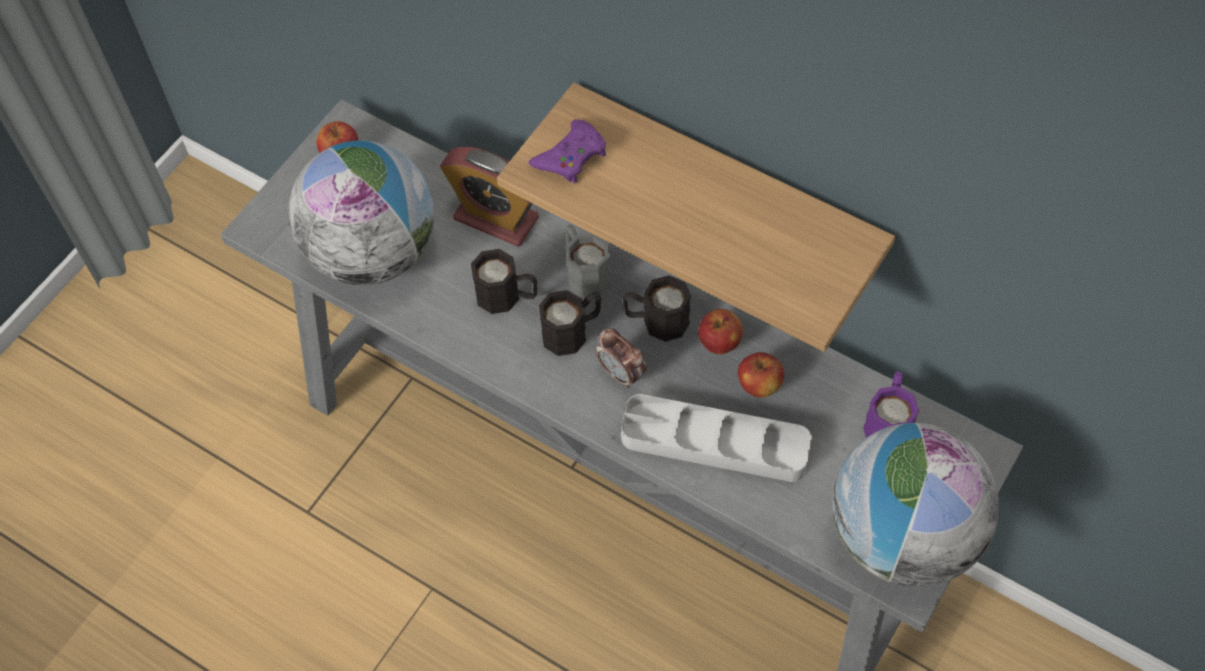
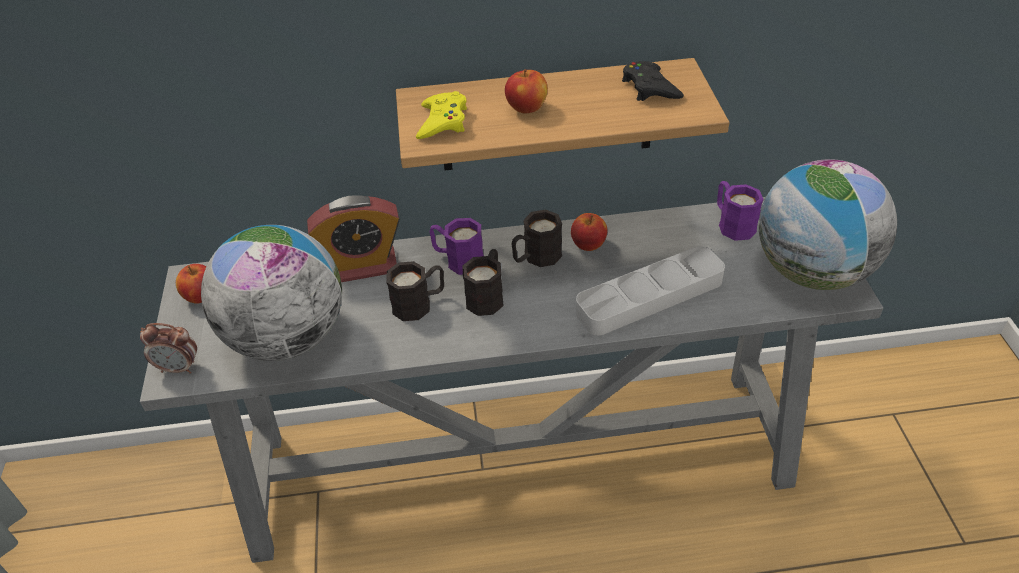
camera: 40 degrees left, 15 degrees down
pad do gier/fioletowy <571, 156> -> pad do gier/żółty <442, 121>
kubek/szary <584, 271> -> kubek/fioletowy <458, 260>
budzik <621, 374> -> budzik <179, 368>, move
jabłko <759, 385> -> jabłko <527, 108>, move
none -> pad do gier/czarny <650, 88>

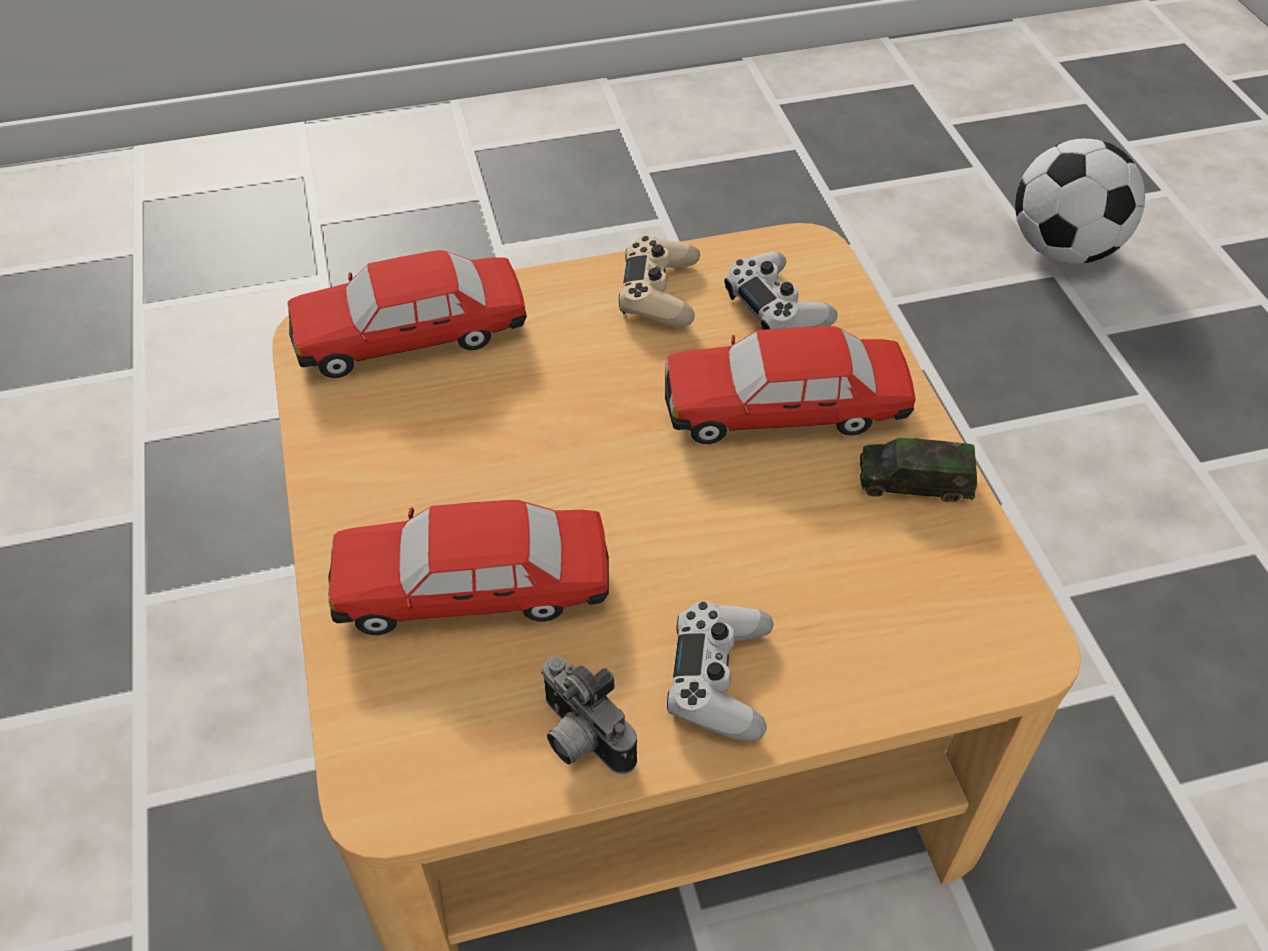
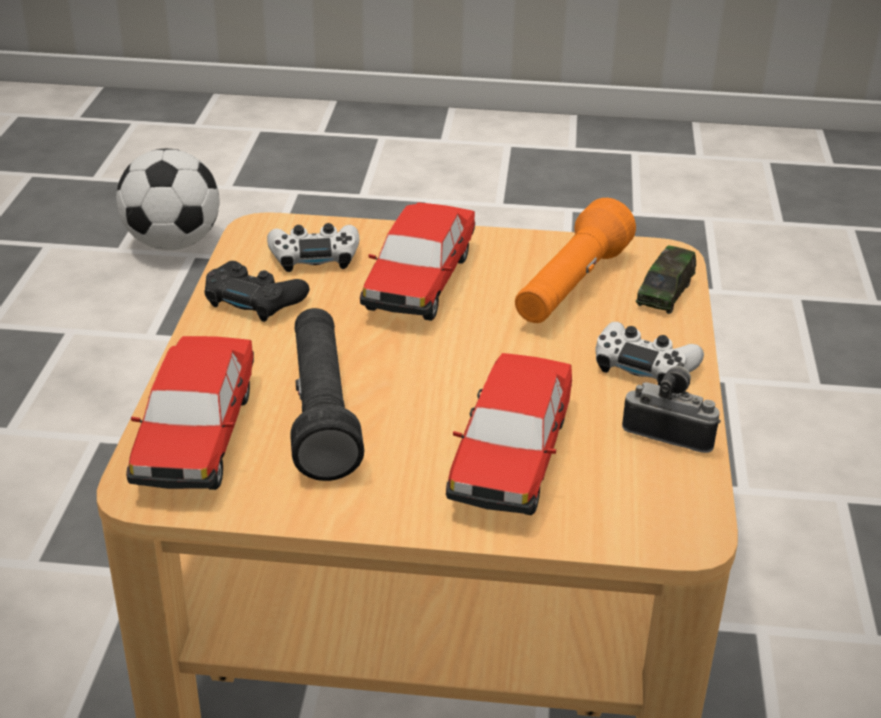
camera: 70 degrees left, 15 degrees down
aparat fotograficzny <580, 738> -> aparat fotograficzny <669, 433>, 135 degrees counterclockwise
pad do gier/beżowy <659, 293> -> pad do gier/czarny <254, 300>
samochodzik <914, 482> -> samochodzik <665, 293>, move
none -> latarka/czarny <321, 411>
none -> latarka/pomarańczowy <570, 287>

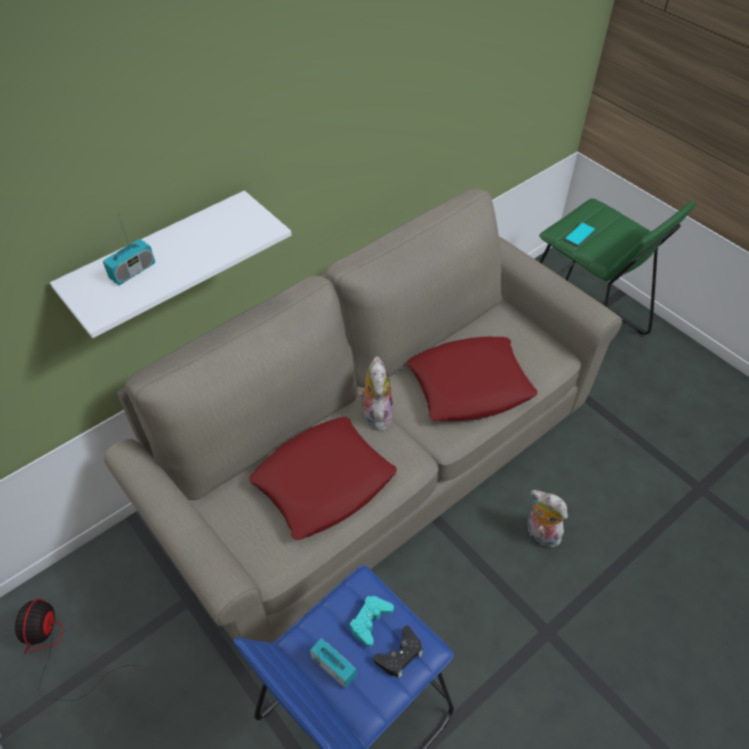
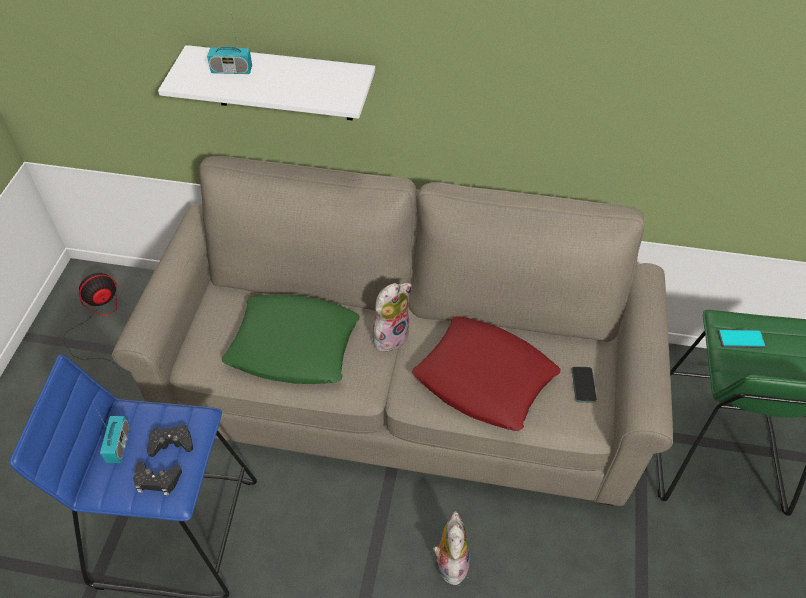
camera: 50 degrees right, 0 degrees up
poduszka/czerwony <323, 482> -> poduszka/zielony <293, 346>
pad do gier/turkusowy <370, 621> -> pad do gier/czarny <171, 443>
none -> telefon <583, 385>

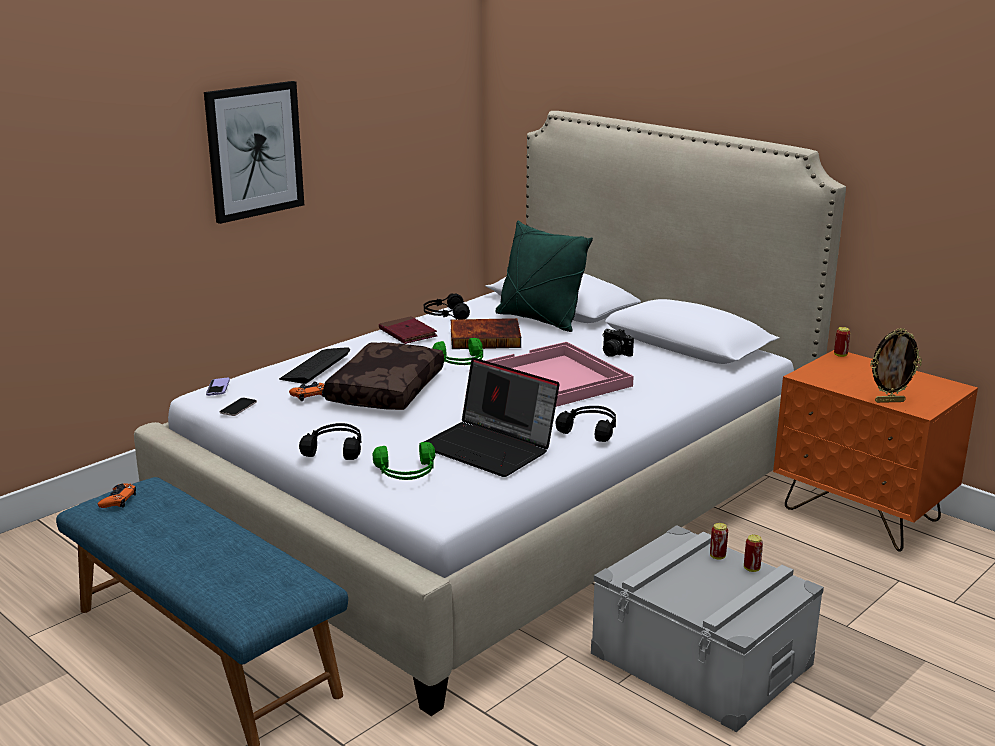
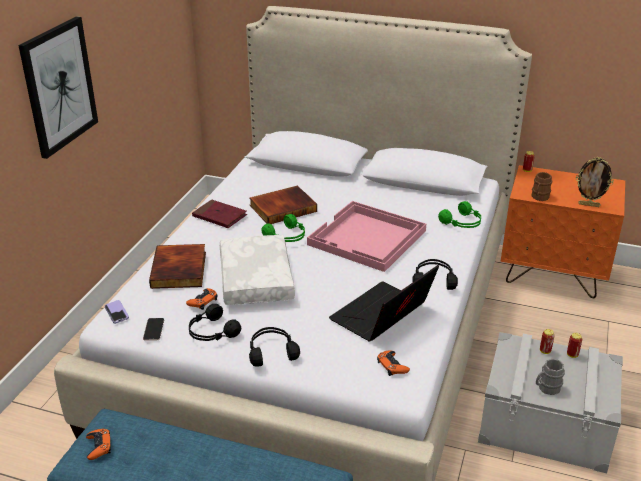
camera: 25 degrees left, 10 degrees up
klawiatura <315, 366> -> książka <180, 270>
poduszka/brązowy <385, 389> -> poduszka/biały <254, 279>
słuchawki/zielony <406, 473> -> słuchawki/zielony <462, 223>, move
słuchawki/czarny <445, 315> -> słuchawki/czarny <211, 332>, move
laptop <491, 448> -> laptop <382, 316>, 120 degrees clockwise
poduszka/zielony <539, 320> -> none
aparat fotograficzny <614, 353> -> none
ramka na zdjęcie <889, 401> -> ramka na zdjęcie <589, 205>, 45 degrees clockwise
none -> pad do gier/pomarańczowy <392, 366>
none -> kubek/brązowy <539, 197>
none -> kubek/szary <546, 388>

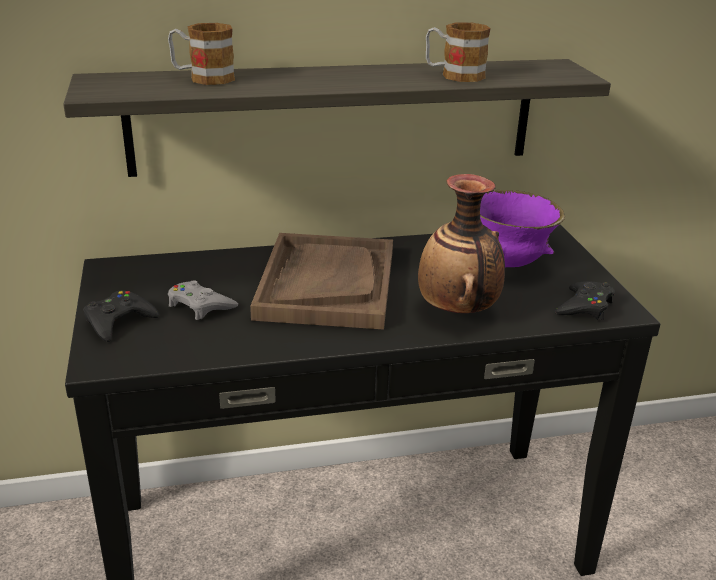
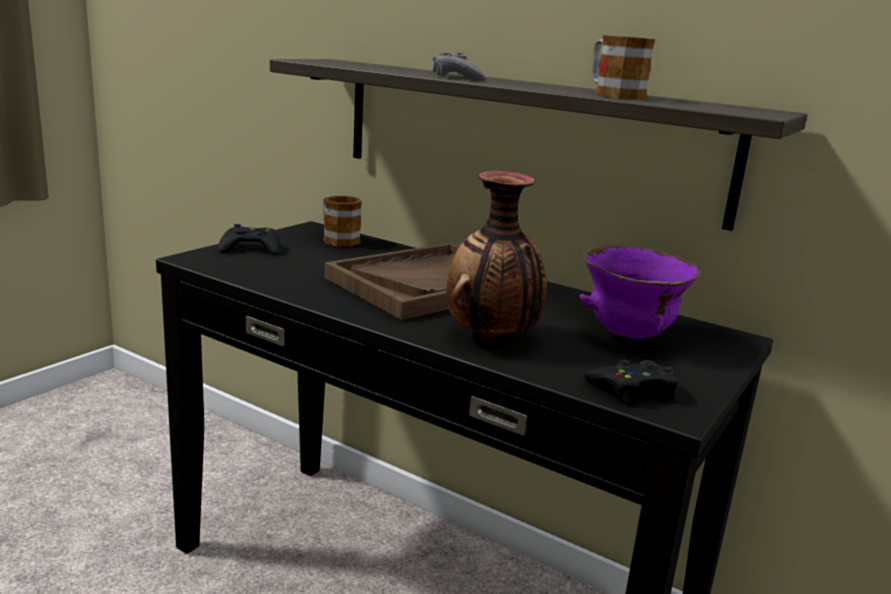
camera: 45 degrees right, 10 degrees down
kubek <203, 78> -> kubek <337, 239>, move
pad do gier/szary <200, 305> -> pad do gier/szary <456, 76>, move

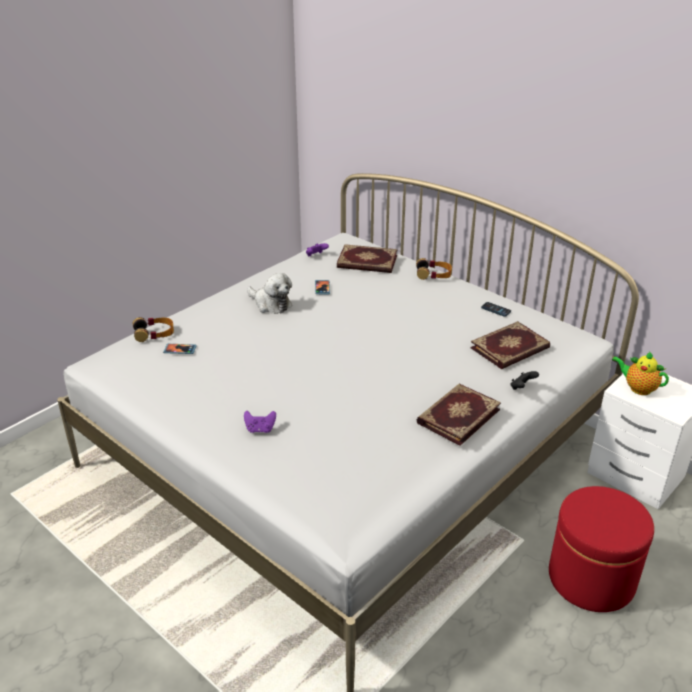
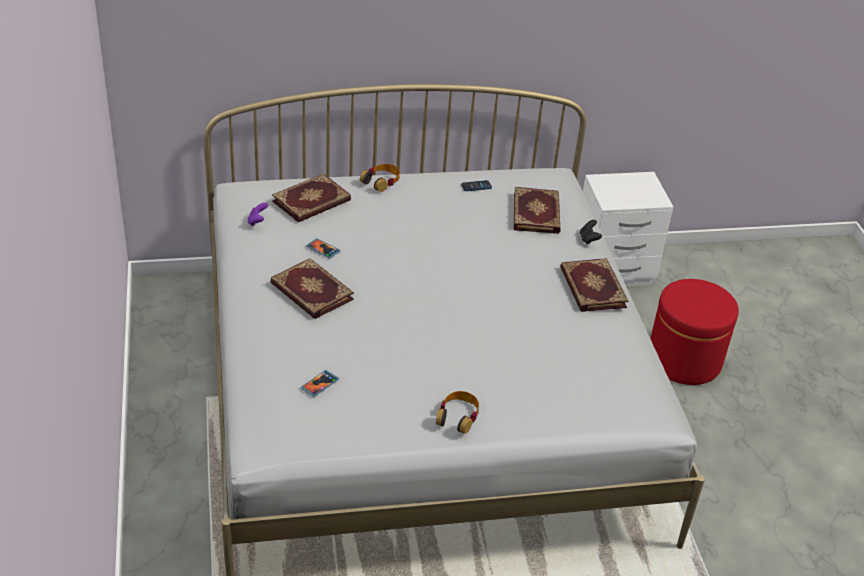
camera: 55 degrees left, 5 degrees up
słuchawki <154, 333> -> słuchawki <458, 416>, move
pad do gier/fioletowy <260, 429> -> none
pluszak <270, 304> -> książka <310, 292>
imbryk <638, 388> -> none

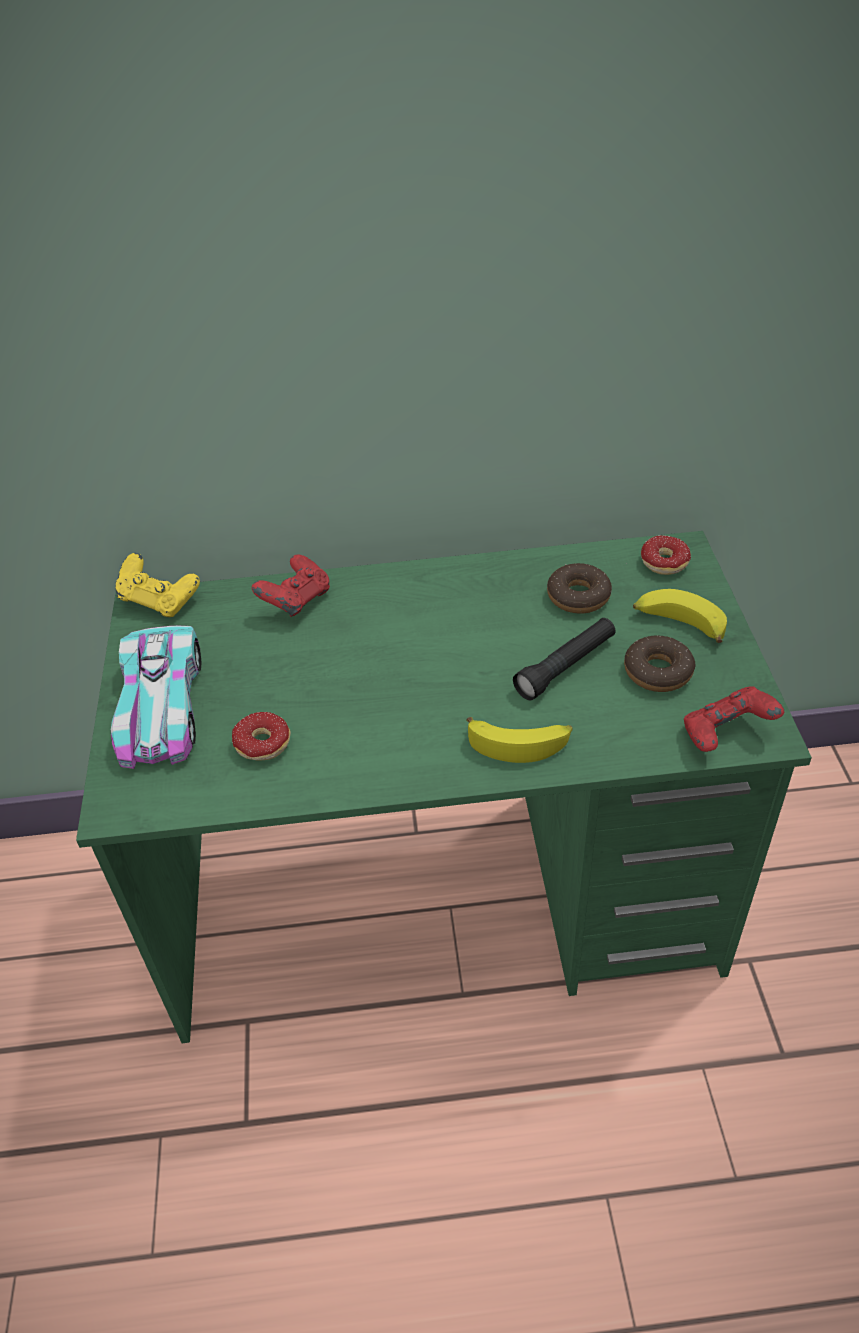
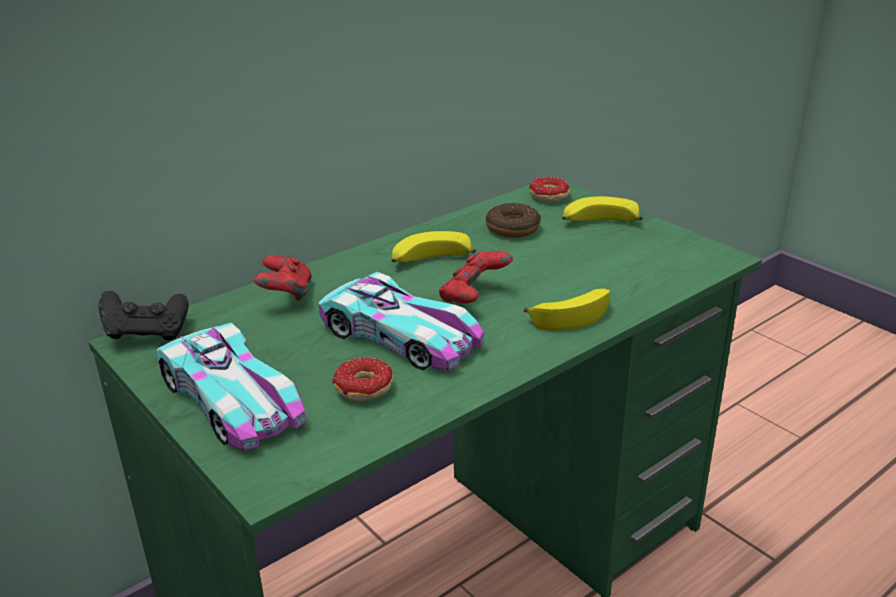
camera: 35 degrees left, 15 degrees down
pad do gier/żółty <160, 601> -> pad do gier/czarny <148, 334>
latarka/czarny <565, 667> -> none
donut <657, 671> -> none
pad do gier/czerwony <726, 735> -> pad do gier/czerwony <474, 297>, move
none -> samochodzik <400, 336>
none -> banan <430, 261>

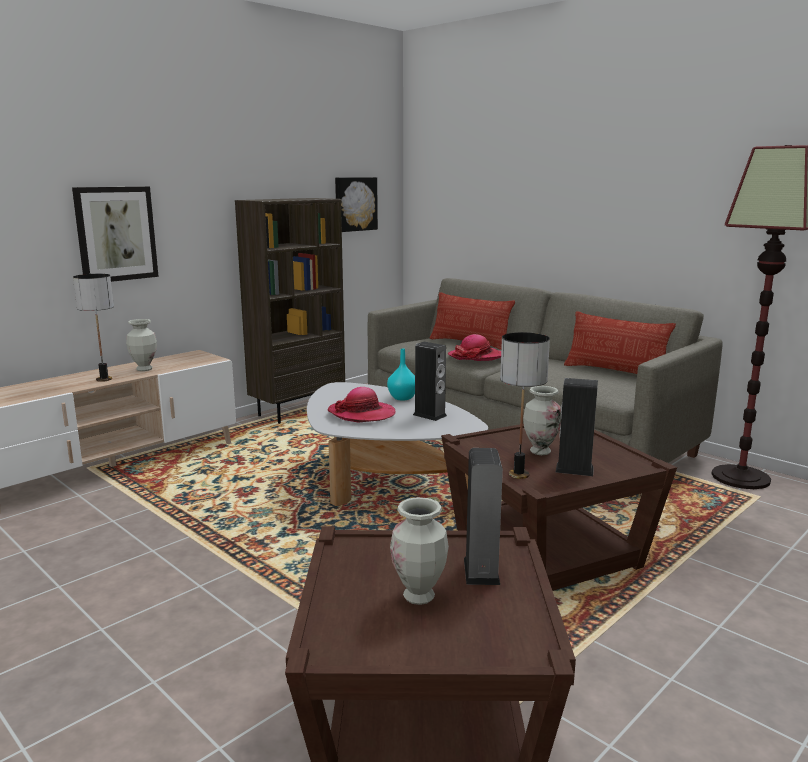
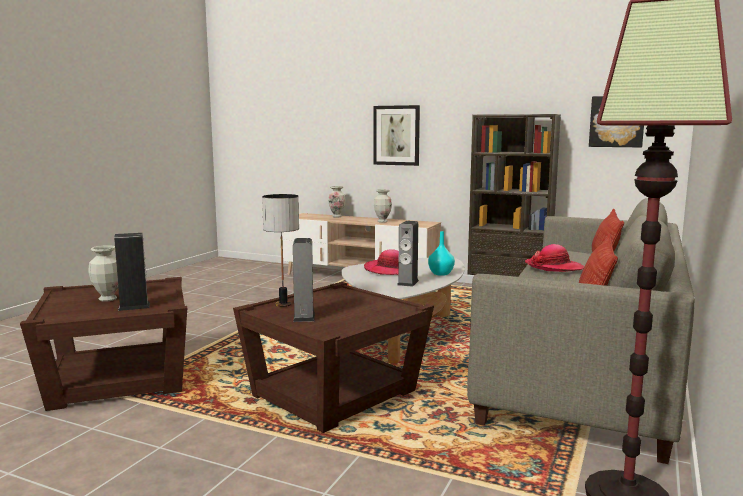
camera: 70 degrees right, 5 degrees down
lampa stołowa <104, 379> -> none
wazon <540, 451> -> wazon <337, 216>, move

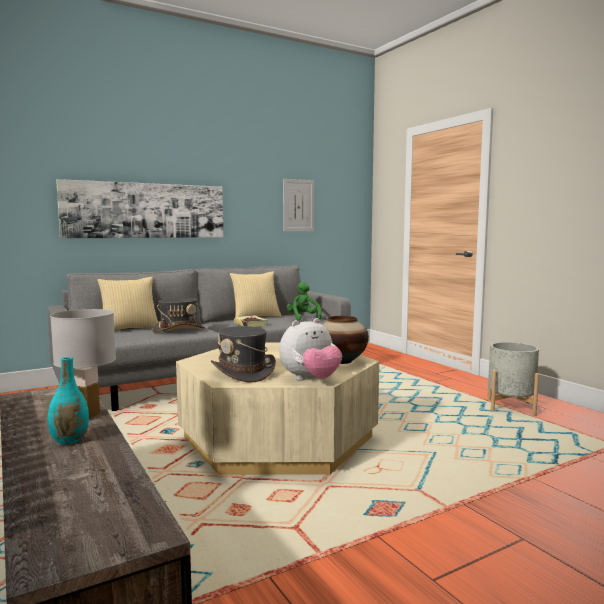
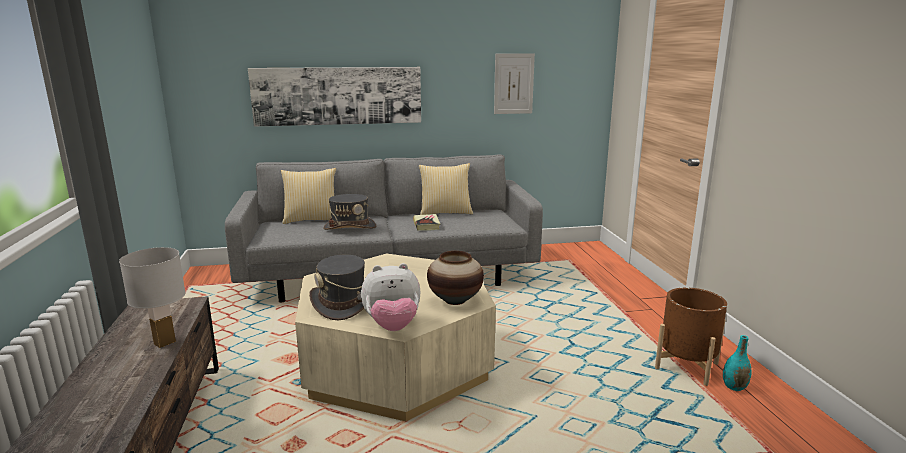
camera: 20 degrees right, 10 degrees up
wazon/turkusowy <69, 440> -> wazon/turkusowy <734, 387>, move
pluszak/zielony <303, 318> -> none
donica/szary <510, 407> -> donica/brązowy <686, 366>

